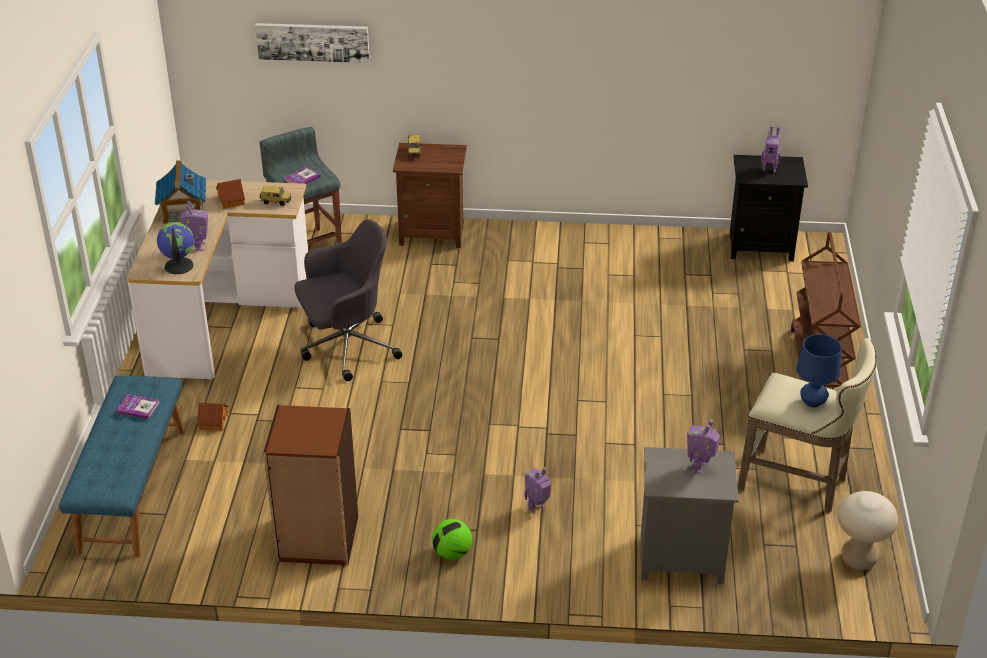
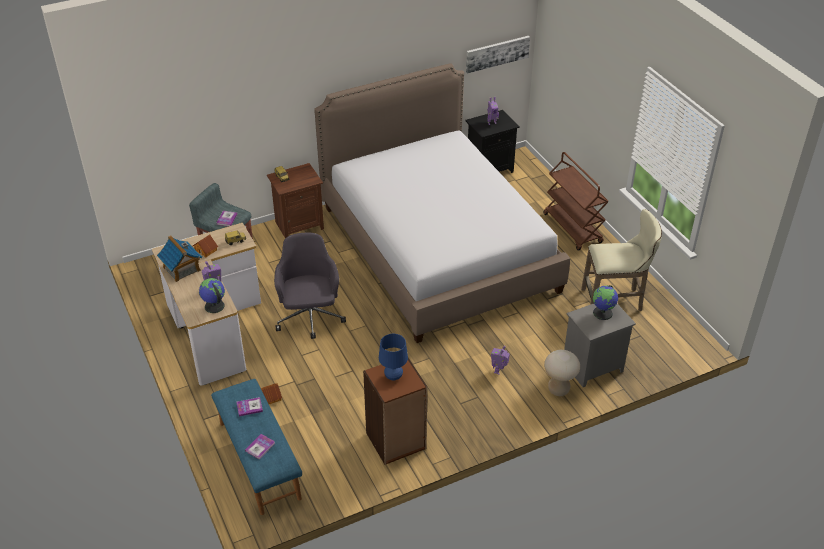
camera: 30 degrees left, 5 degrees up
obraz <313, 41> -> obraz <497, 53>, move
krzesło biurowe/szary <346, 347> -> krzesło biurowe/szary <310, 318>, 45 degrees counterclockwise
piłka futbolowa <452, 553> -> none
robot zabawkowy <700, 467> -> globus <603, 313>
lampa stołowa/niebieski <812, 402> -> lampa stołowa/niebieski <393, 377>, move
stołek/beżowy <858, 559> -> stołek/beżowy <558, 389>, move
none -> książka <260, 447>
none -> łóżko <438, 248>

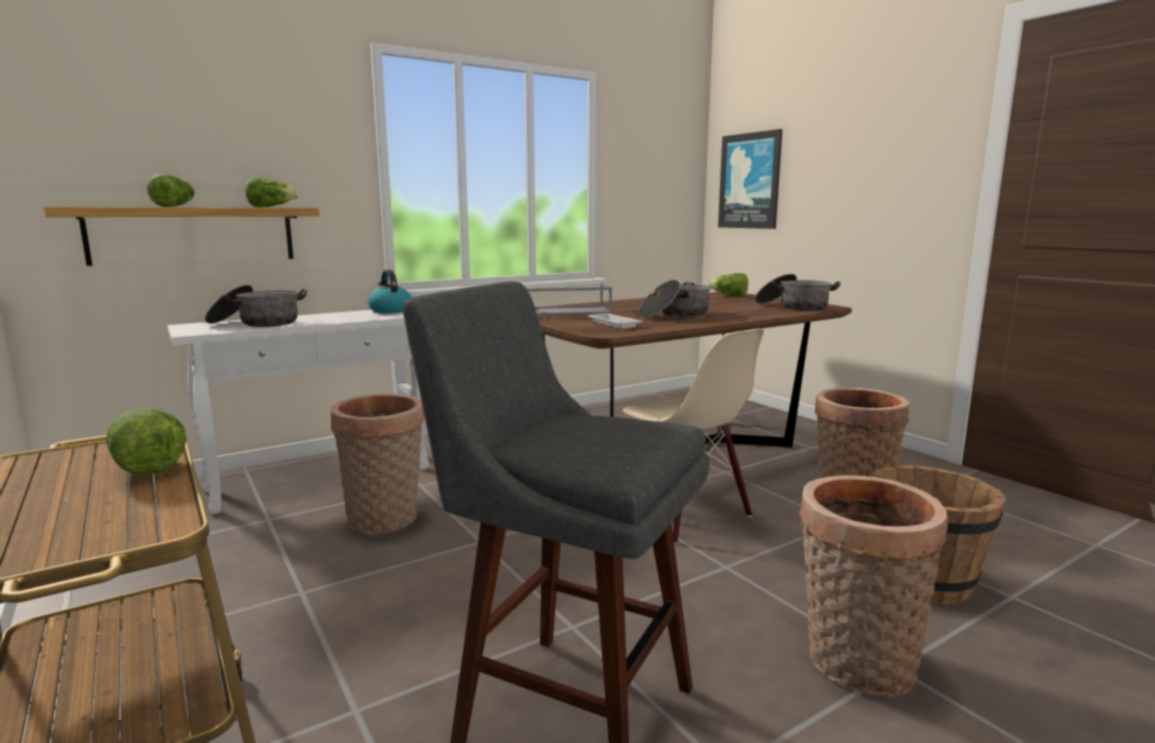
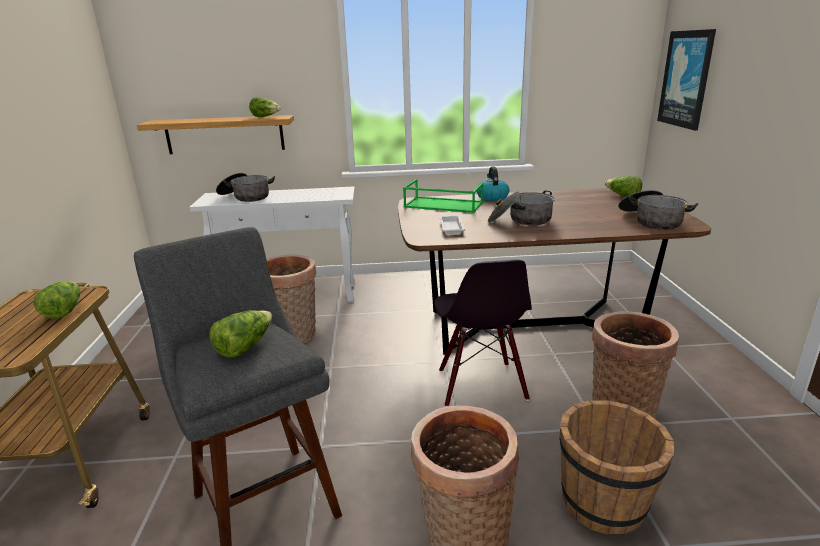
camera: 30 degrees right, 10 degrees up
sałata <175, 207> -> sałata <244, 346>, move
czajnik <390, 310> -> czajnik <492, 197>, move
taca/szary <561, 312> -> taca/zielony <442, 205>
krzesło/beżowy <686, 515> -> krzesło/czarny <480, 385>

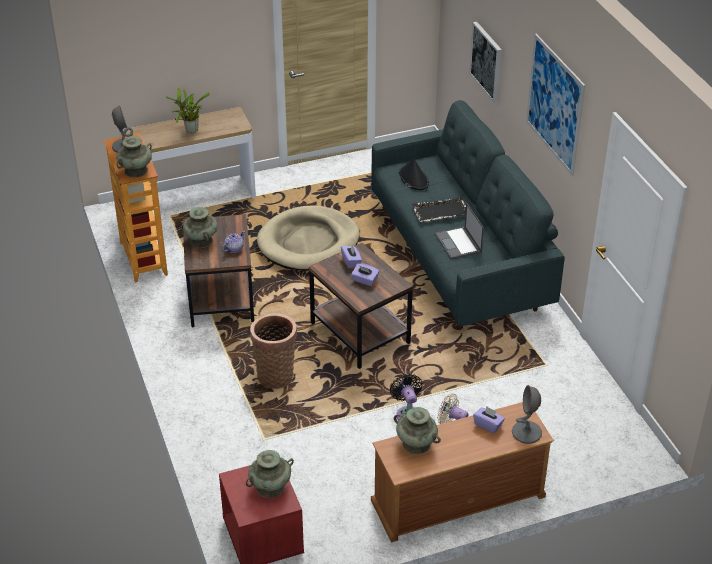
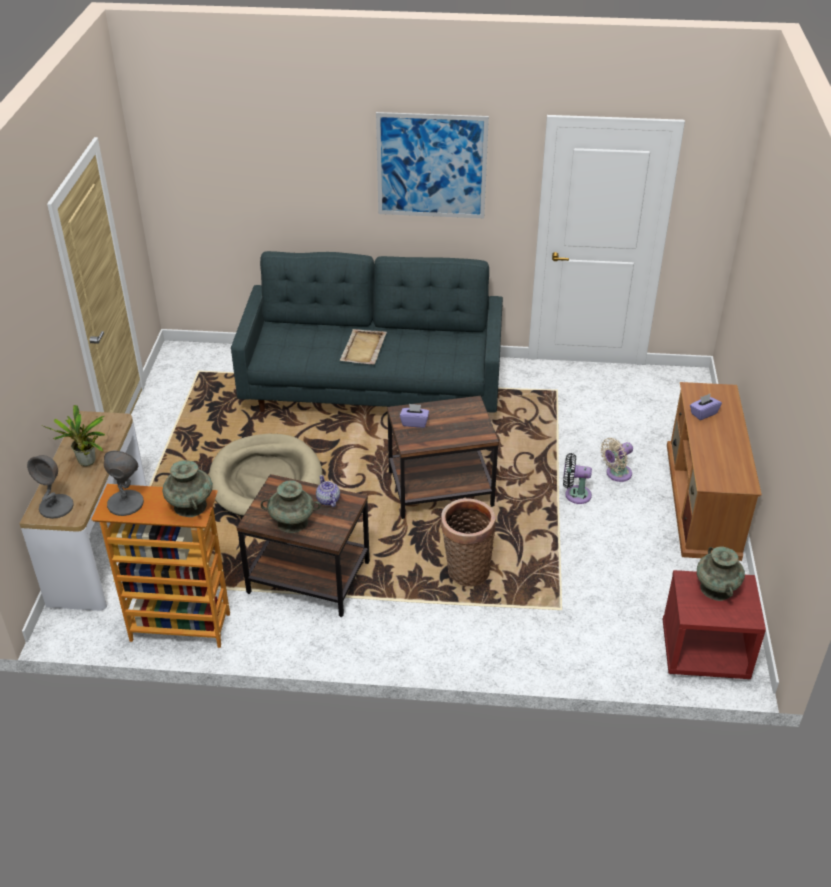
camera: 65 degrees left, 0 degrees up
pudełko chusteczek/fioletowy <365, 280> -> none
wazon/turkusowy <416, 444> -> none
kapelusz/czarny <413, 178> -> none
taca/czarny <440, 211> -> taca/beżowy <363, 349>
laptop <458, 243> -> none
obraz <487, 61> -> none
lampa stołowa/szary <526, 433> -> lampa stołowa/szary <56, 507>, move

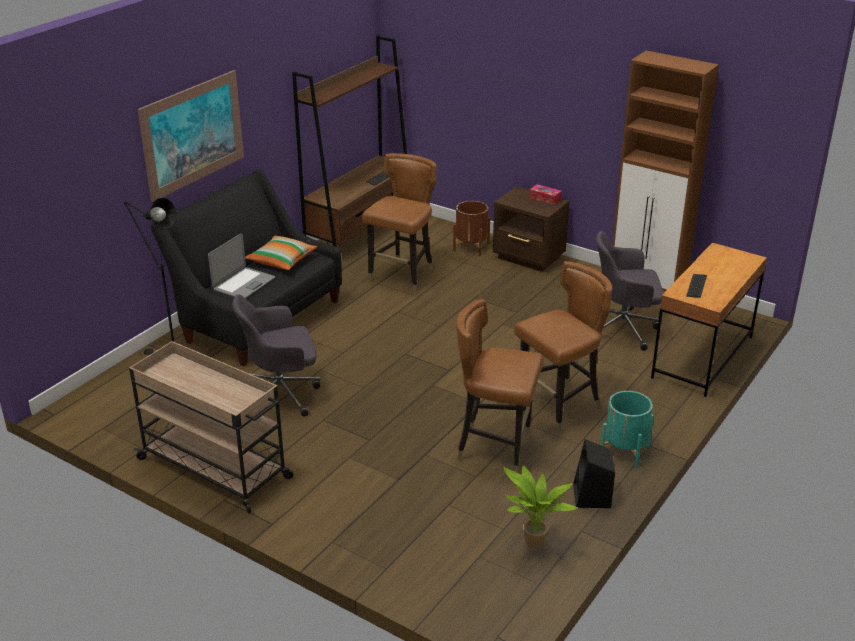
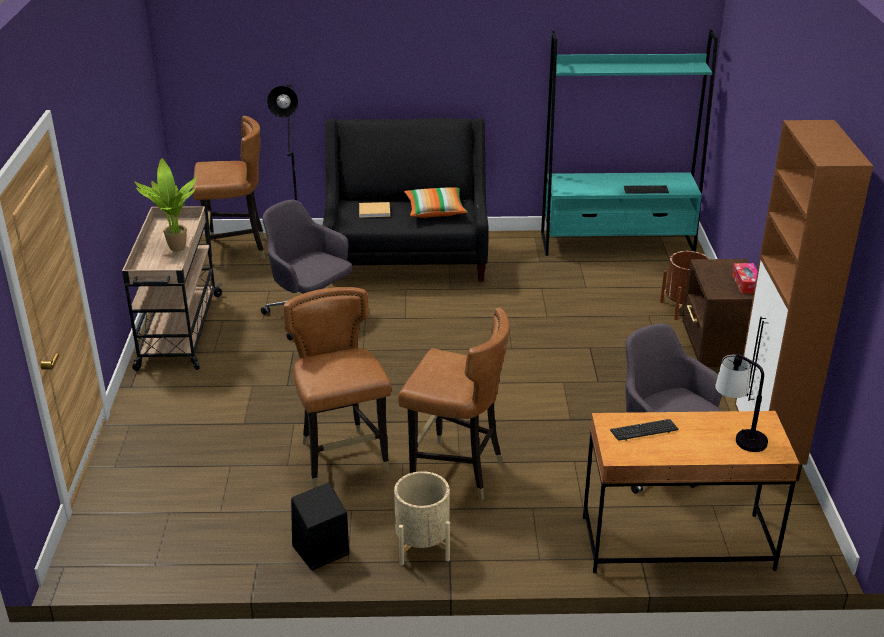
camera: 55 degrees right, 0 degrees up
obraz <193, 134> -> none
laptop <243, 284> -> książka/beżowy <375, 211>
regał/brązowy <361, 232> -> regał/turkusowy <617, 243>
krzesło/brązowy <403, 276> -> krzesło/brązowy <235, 250>, move
roślina doniczkowa <532, 547> -> roślina doniczkowa <174, 248>, move
donica/turkusowy <624, 450> -> donica/beżowy <422, 545>
none -> lampa stołowa <737, 436>

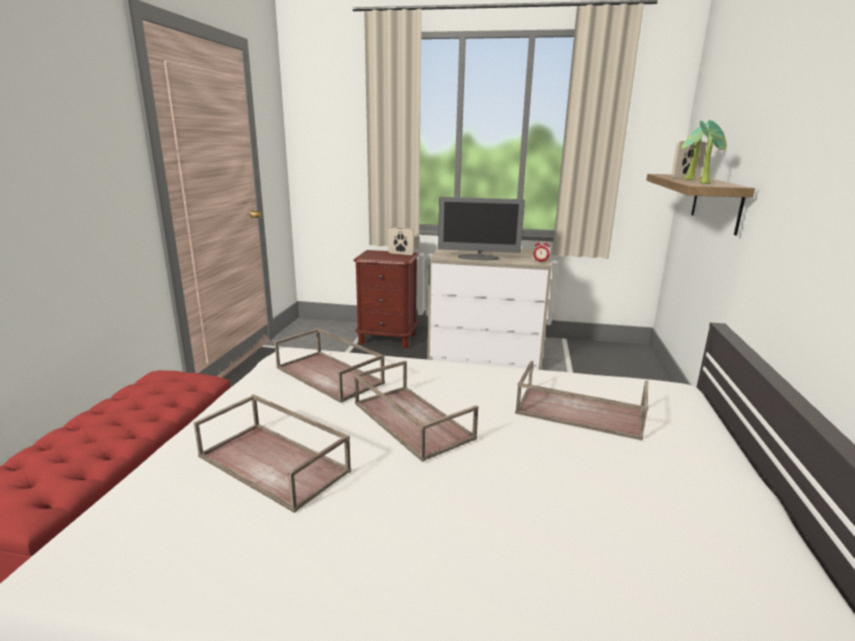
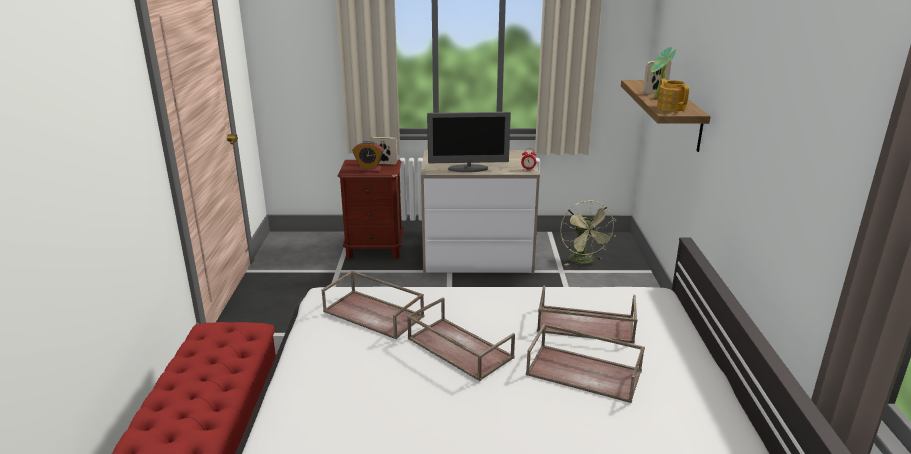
camera: 10 degrees left, 5 degrees up
taca/brązowy <275, 463> -> taca/brązowy <585, 372>, move
roślina doniczkowa <705, 183> -> imbryk <671, 107>
none -> budzik <369, 170>
none -> wentylator/zielony <584, 262>

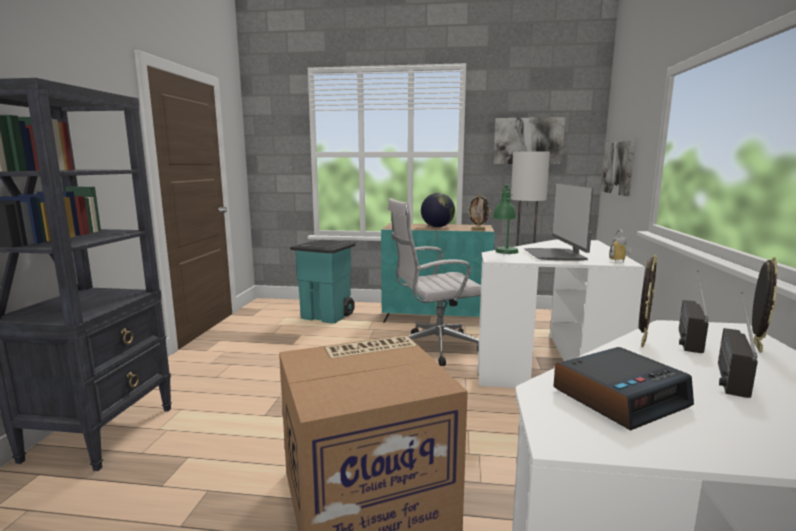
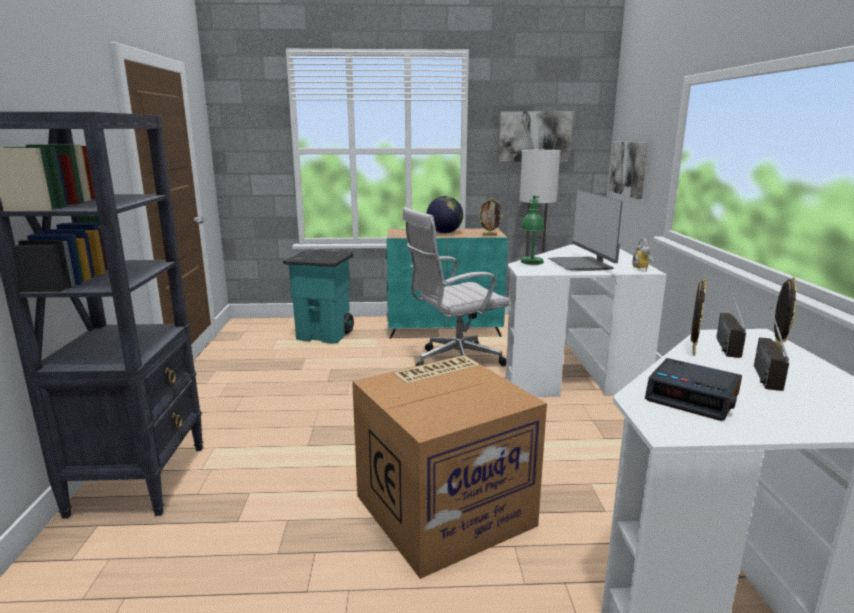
camera: 10 degrees left, 5 degrees up
budzik <619, 397> -> budzik <693, 397>, 75 degrees clockwise

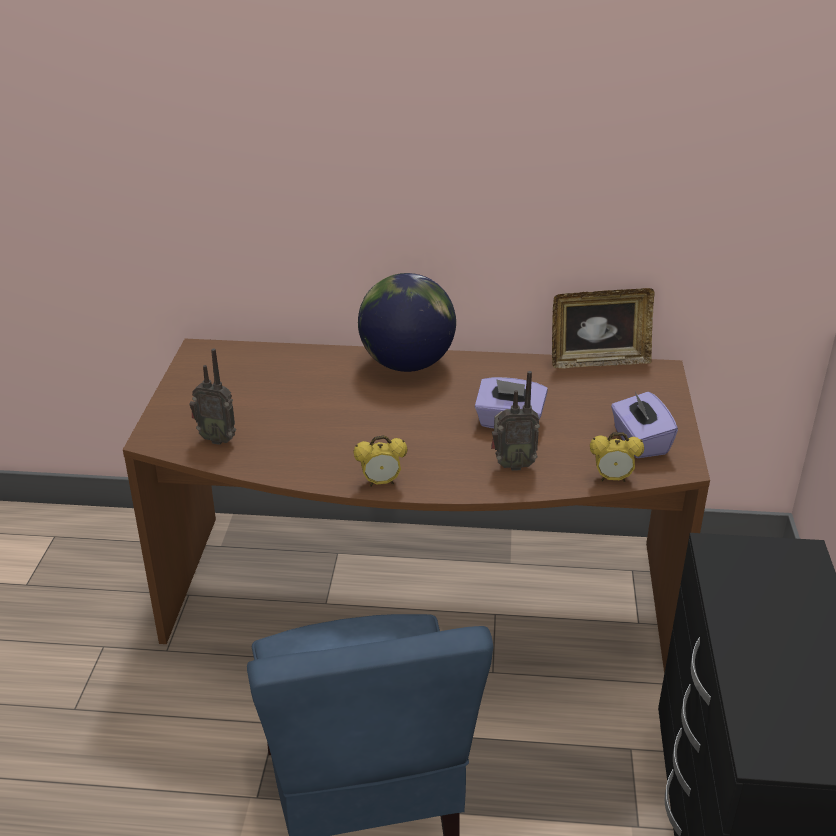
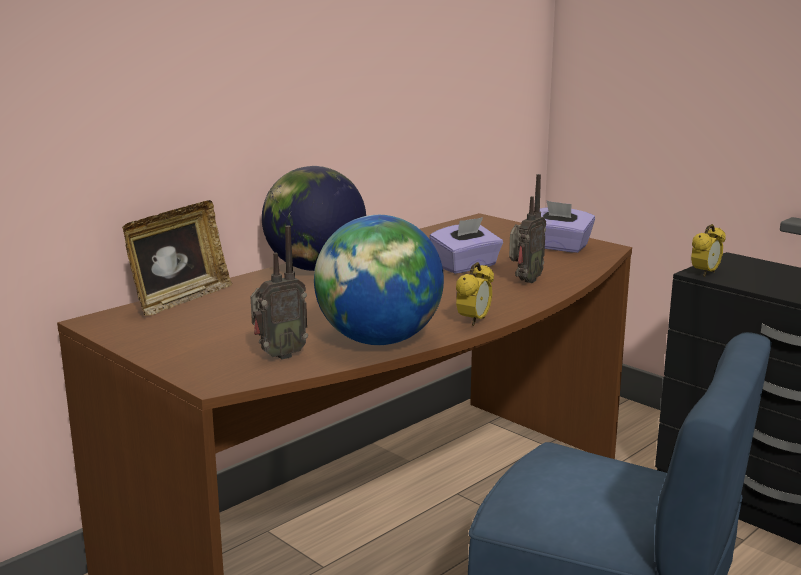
camera: 50 degrees left, 15 degrees down
ramka na zdjęcie <598, 361> -> ramka na zdjęcie <180, 299>, move
budzik <612, 479> -> budzik <705, 273>, move
none -> globus <379, 341>

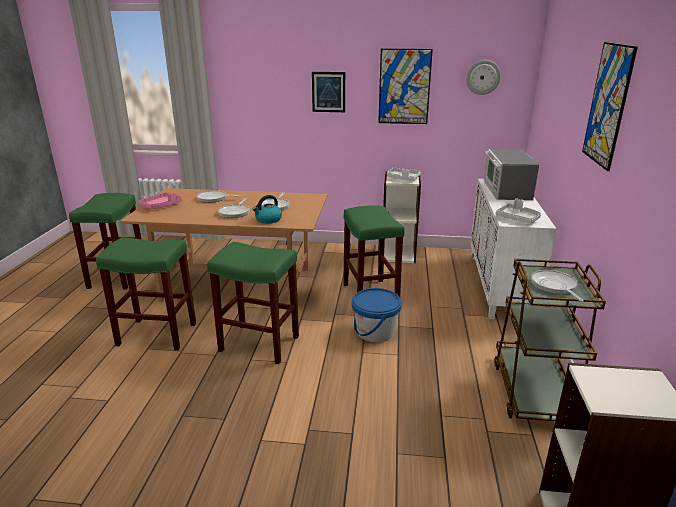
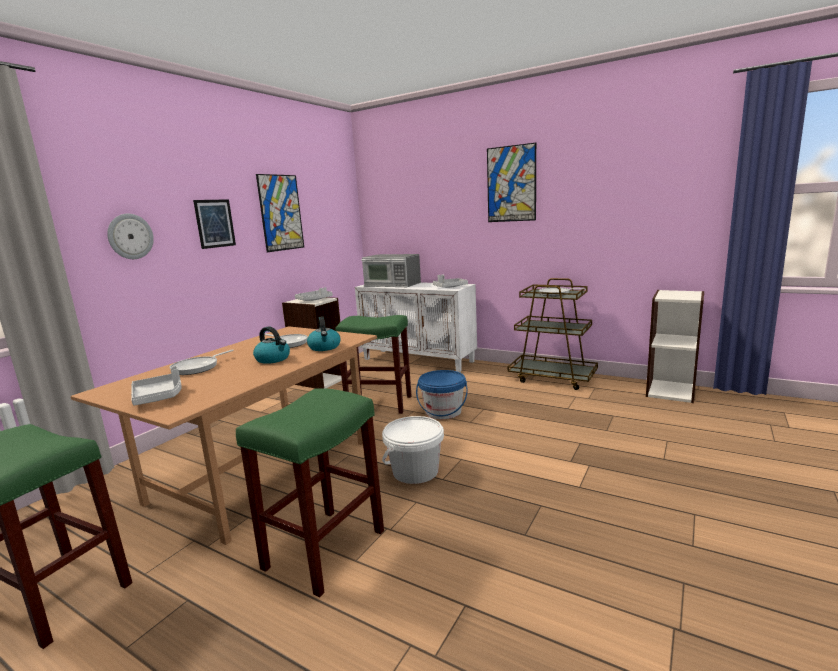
camera: 65 degrees left, 10 degrees down
taca/różowy <161, 206> -> taca/szary <158, 396>
stołek/zielony <258, 344> -> wiadro/biały <415, 471>
patelnia <235, 212> -> czajnik <273, 359>
zegar ścienny <483, 77> -> zegar ścienny <130, 236>, move

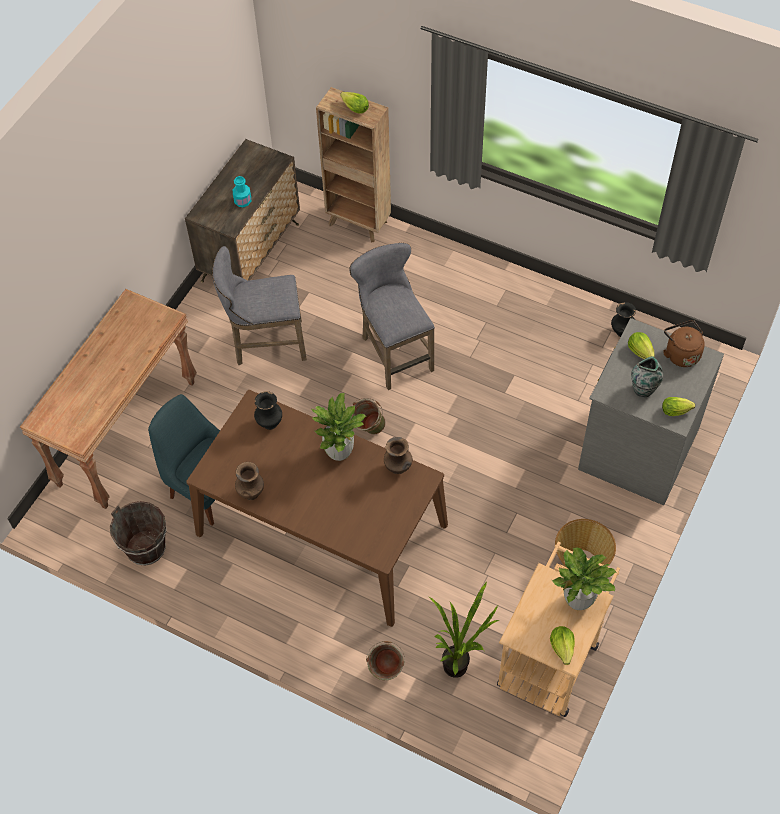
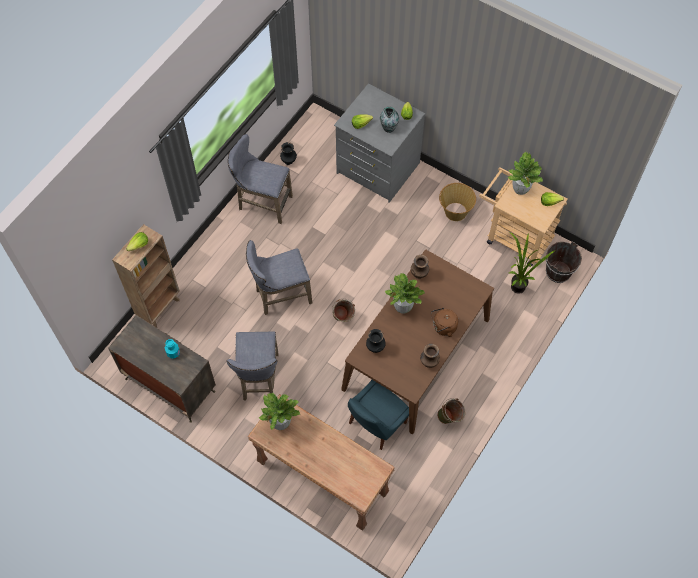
camera: 85 degrees left, 5 degrees up
wiadro/brązowy <146, 548> -> wiadro/brązowy <558, 272>, move
wiadro/zielony <386, 672> -> wiadro/zielony <450, 418>, move
czajnik/brązowy <681, 353> -> czajnik/brązowy <443, 327>, move
none -> stołek/szary <262, 203>
none -> roślina doniczkowa <280, 423>

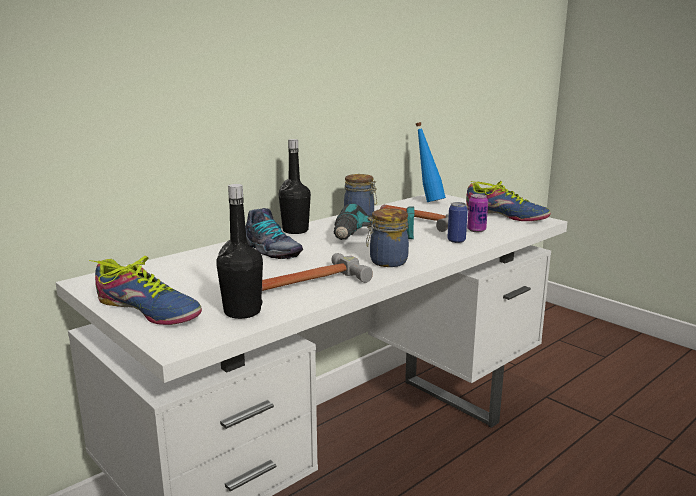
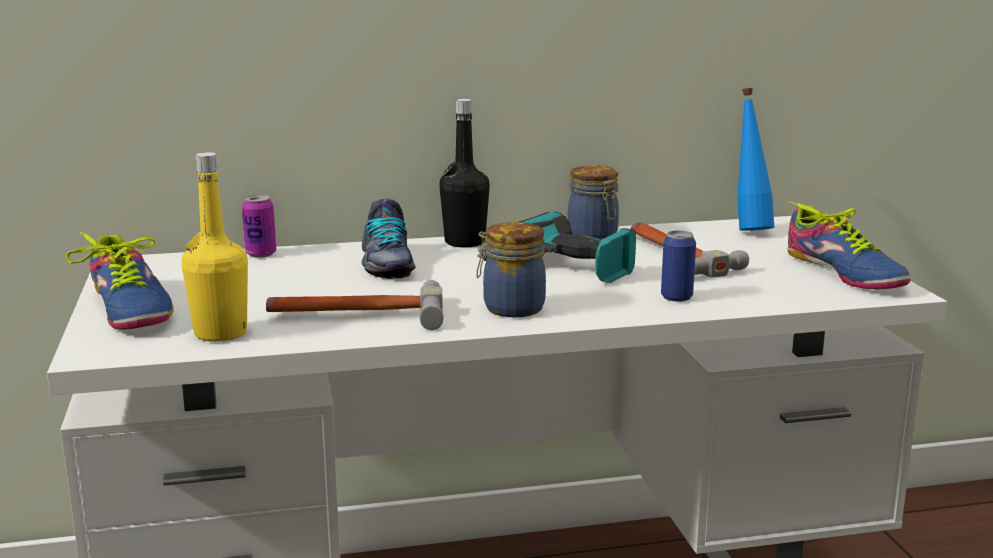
camera: 30 degrees right, 0 degrees up
butelka/czarny <242, 312> -> butelka/żółty <220, 333>
puszka <476, 230> -> puszka <261, 254>, move

